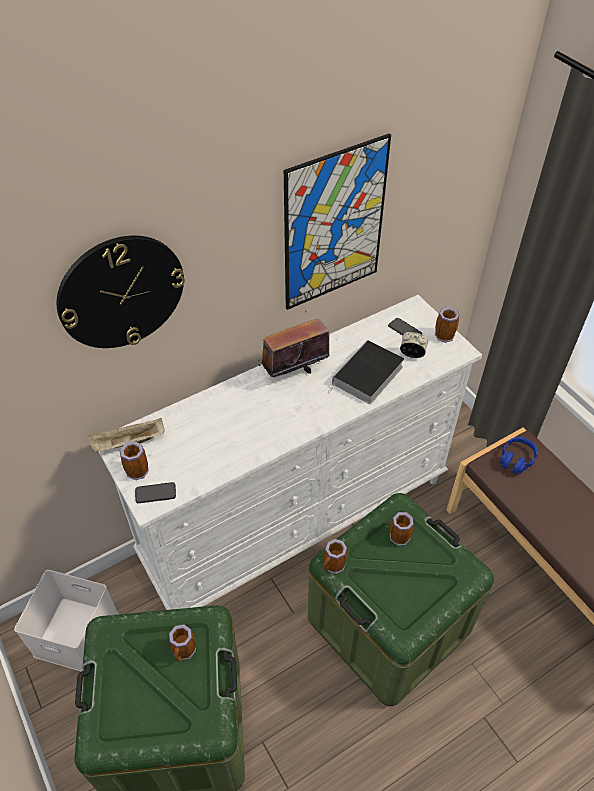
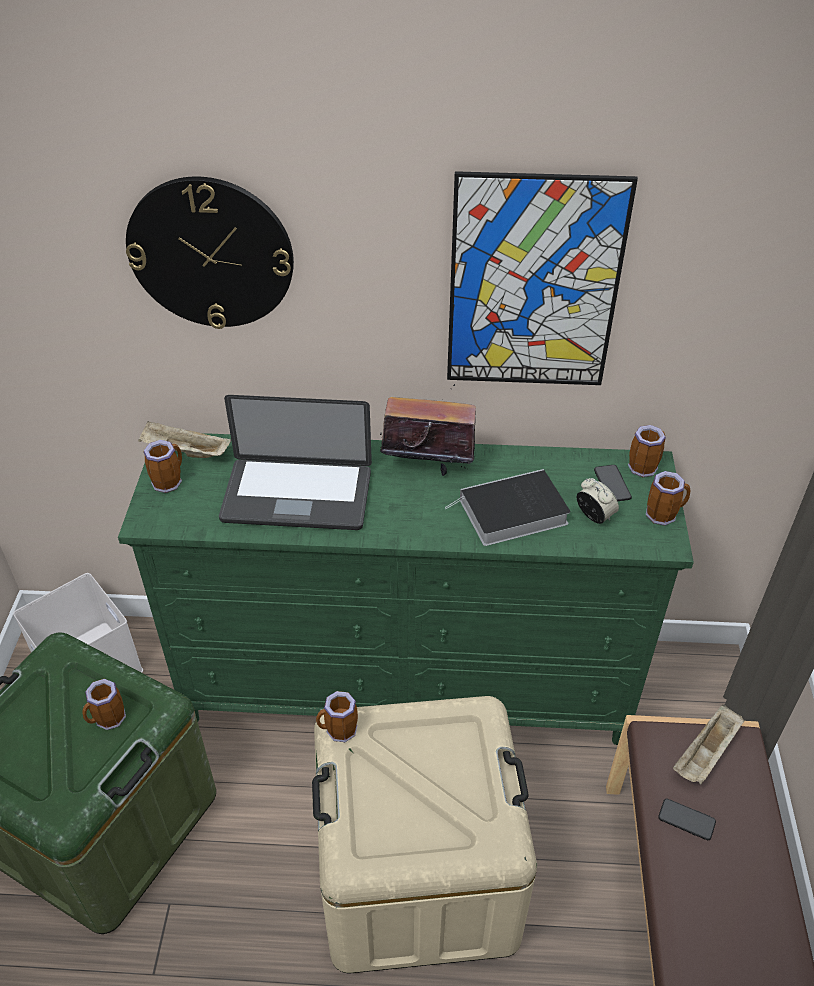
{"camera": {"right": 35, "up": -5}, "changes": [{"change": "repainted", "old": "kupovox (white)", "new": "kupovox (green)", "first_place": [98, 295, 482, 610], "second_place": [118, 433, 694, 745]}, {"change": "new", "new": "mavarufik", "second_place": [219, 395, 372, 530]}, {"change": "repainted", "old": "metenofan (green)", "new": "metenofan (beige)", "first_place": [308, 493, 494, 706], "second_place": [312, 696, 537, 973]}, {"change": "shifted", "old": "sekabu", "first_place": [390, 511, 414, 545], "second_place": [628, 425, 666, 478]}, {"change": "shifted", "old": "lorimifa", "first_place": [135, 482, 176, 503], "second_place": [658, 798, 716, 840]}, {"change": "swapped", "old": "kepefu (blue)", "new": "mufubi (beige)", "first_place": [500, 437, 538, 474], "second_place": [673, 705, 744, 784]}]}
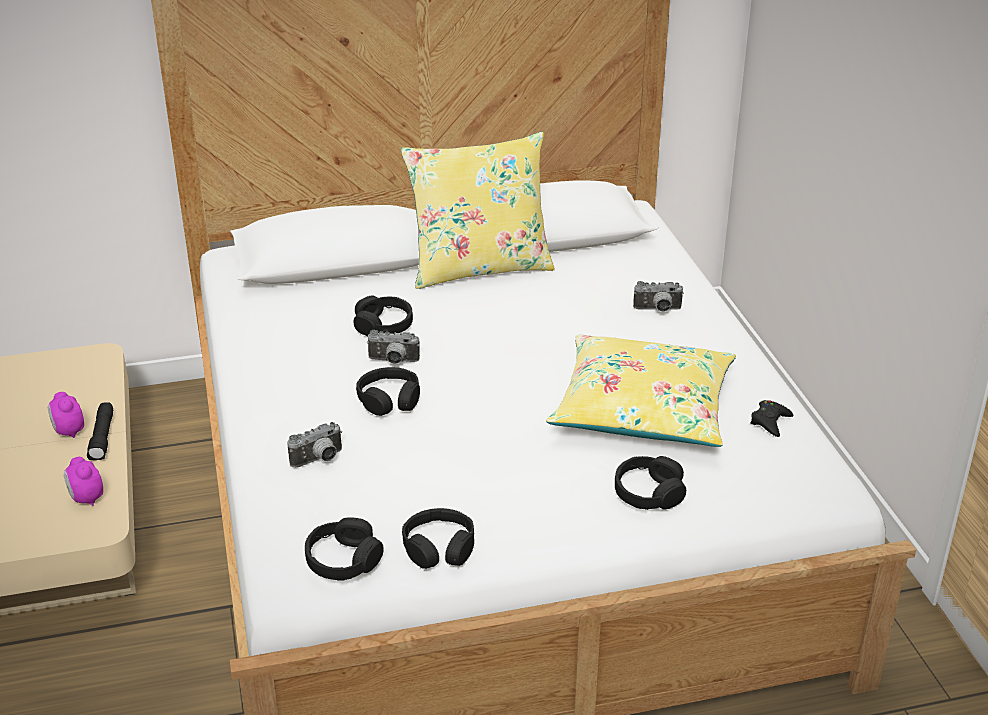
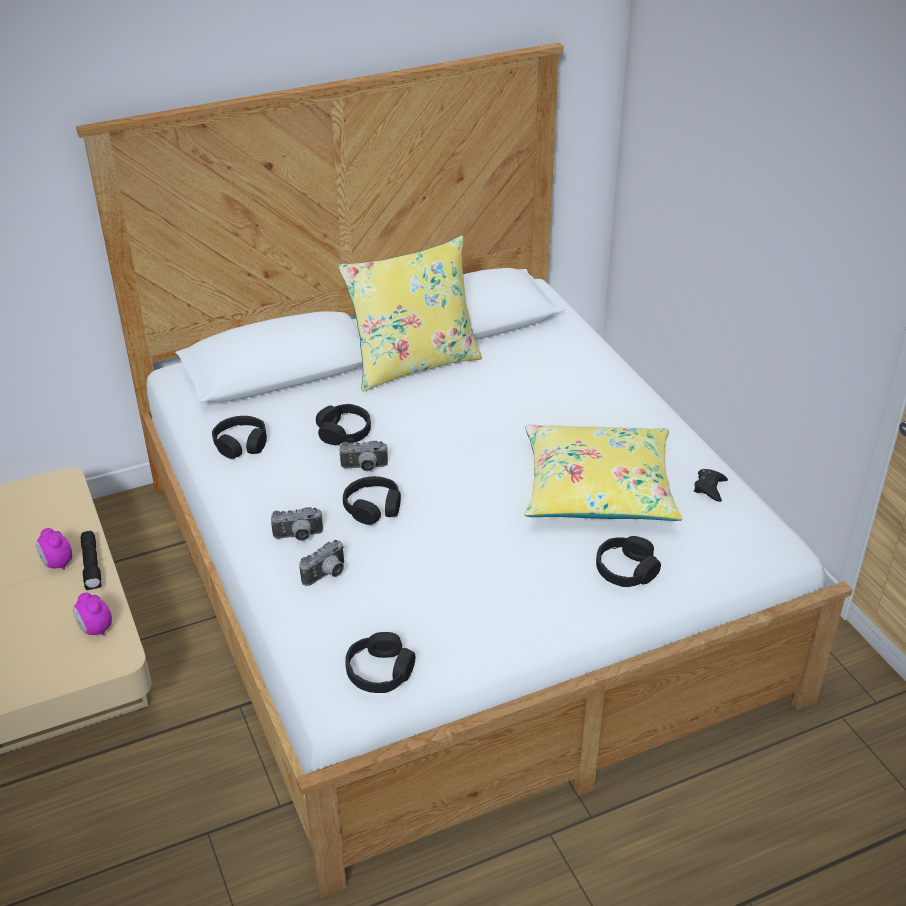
{"camera": {"right": -10, "up": 5}, "changes": [{"change": "shifted", "old": "kepefu (black)", "first_place": [402, 508, 474, 569], "second_place": [212, 416, 267, 459]}, {"change": "shifted", "old": "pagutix", "first_place": [633, 281, 684, 312], "second_place": [271, 507, 323, 541]}]}
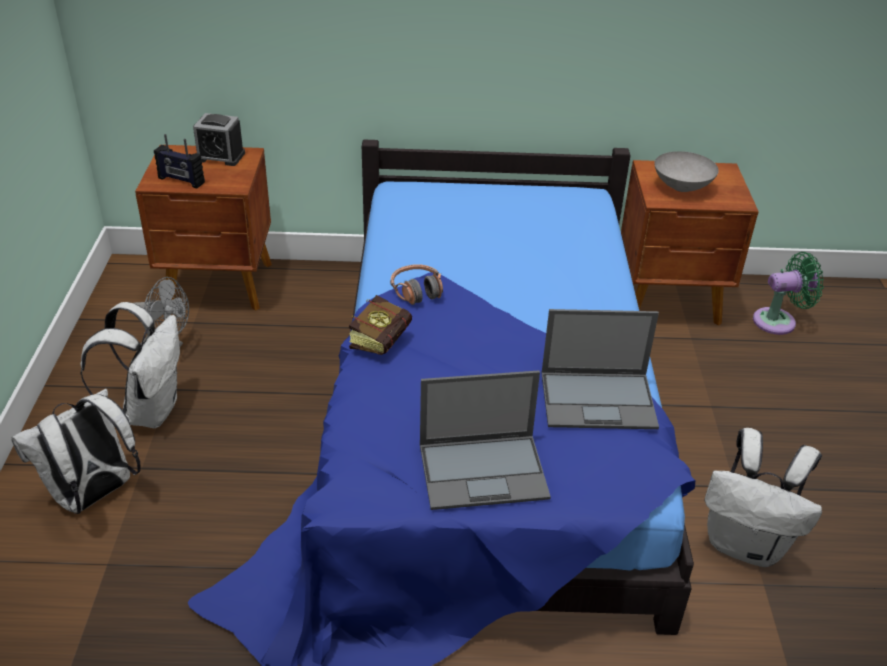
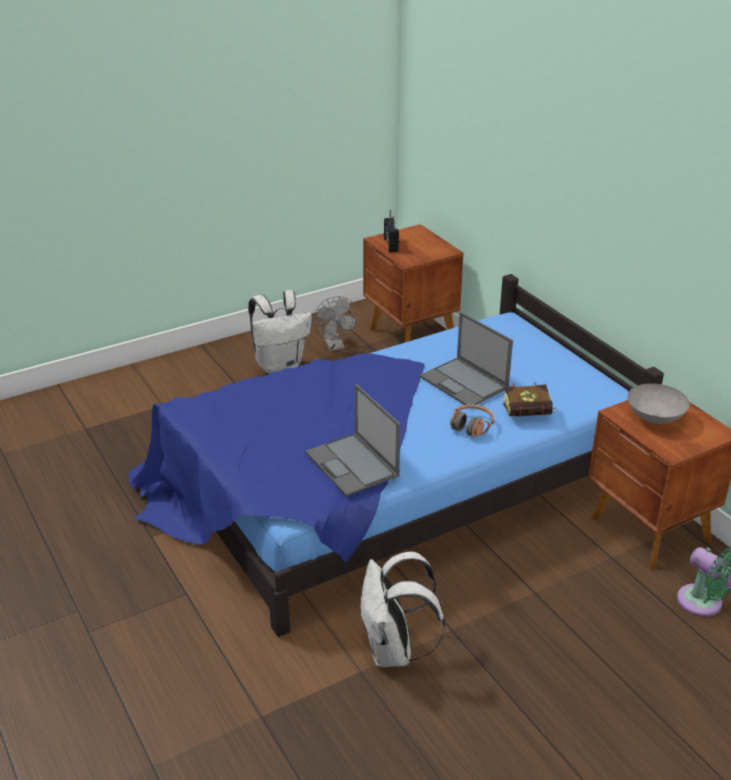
{"camera": {"right": 60, "up": -5}, "changes": [{"change": "shifted", "old": "mavarufik", "first_place": [420, 370, 551, 510], "second_place": [420, 312, 513, 405]}, {"change": "shifted", "old": "kepefu", "first_place": [390, 264, 443, 305], "second_place": [450, 404, 494, 438]}, {"change": "shifted", "old": "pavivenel", "first_place": [349, 295, 412, 355], "second_place": [503, 382, 557, 416]}, {"change": "gone", "old": "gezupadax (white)", "first_place": [11, 389, 141, 514]}, {"change": "gone", "old": "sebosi", "first_place": [193, 113, 245, 166]}]}
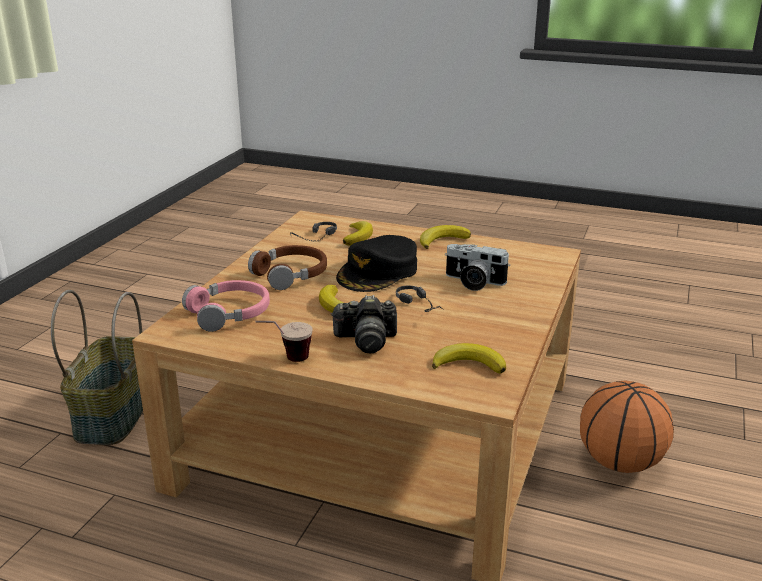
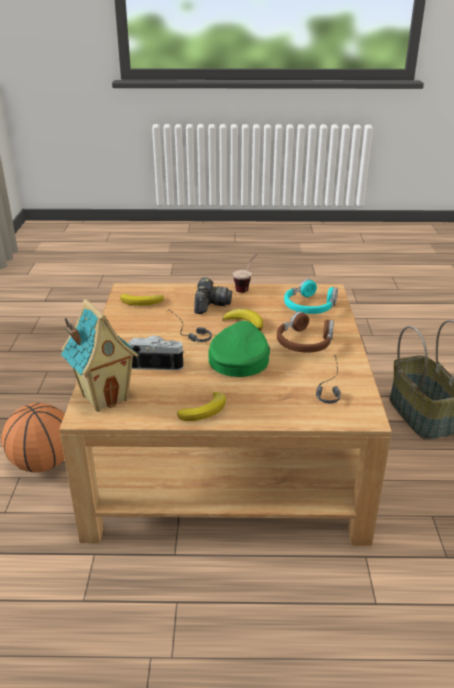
{"camera": {"right": 160, "up": 5}, "changes": [{"change": "new", "new": "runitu", "second_place": [61, 299, 138, 412]}, {"change": "rotated", "old": "pagutix", "first_place": [331, 295, 397, 353], "second_place": [194, 277, 232, 314], "degrees": 120}, {"change": "repainted", "old": "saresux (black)", "new": "saresux (green)", "first_place": [336, 235, 417, 292], "second_place": [209, 321, 270, 377]}, {"change": "repainted", "old": "kepefu (pink)", "new": "kepefu (turquoise)", "first_place": [182, 280, 270, 332], "second_place": [284, 279, 338, 314]}, {"change": "gone", "old": "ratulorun", "first_place": [343, 221, 373, 245]}]}
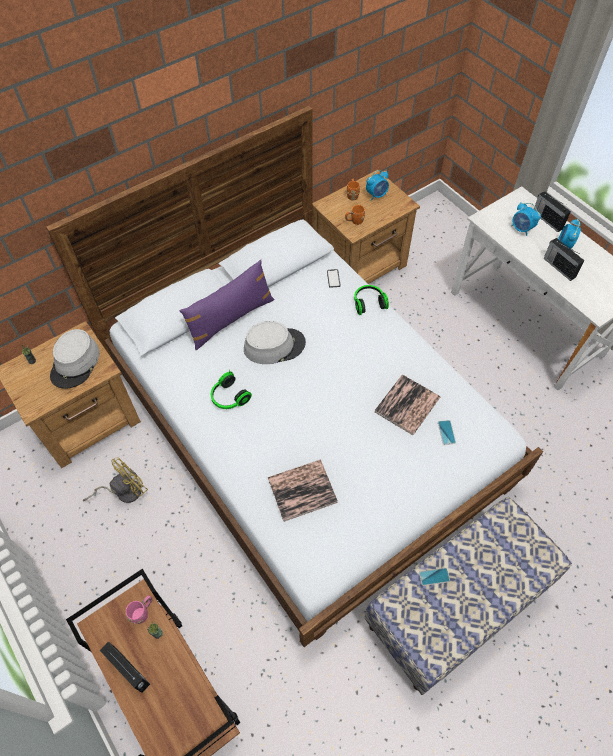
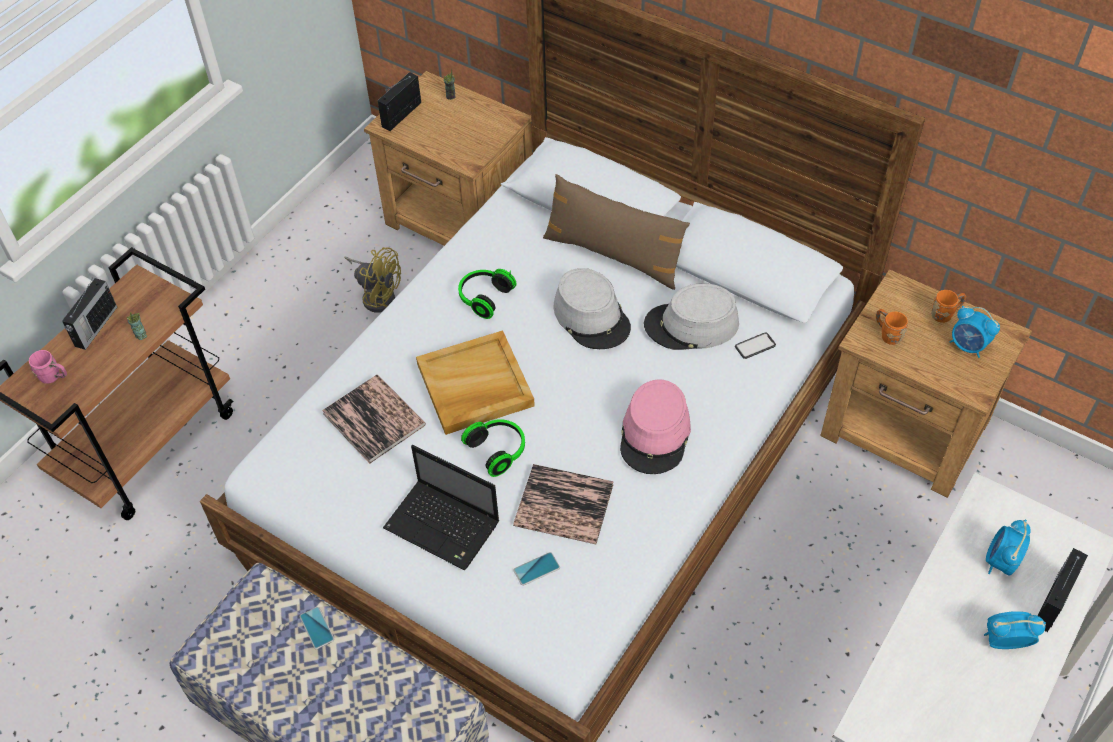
{"camera": {"right": 70, "up": -5}, "changes": [{"change": "shifted", "old": "sekabu (pink)", "first_place": [126, 595, 153, 624], "second_place": [29, 350, 67, 384]}, {"change": "shifted", "old": "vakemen", "first_place": [543, 238, 584, 281], "second_place": [378, 72, 421, 131]}, {"change": "new", "new": "mavarufik", "second_place": [383, 445, 499, 571]}, {"change": "new", "new": "mufubi (beige)", "second_place": [416, 330, 535, 435]}, {"change": "shifted", "old": "kepefu", "first_place": [354, 285, 389, 315], "second_place": [461, 419, 525, 477]}, {"change": "repainted", "old": "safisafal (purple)", "new": "safisafal (brown)", "first_place": [180, 260, 275, 351], "second_place": [543, 174, 690, 290]}, {"change": "new", "new": "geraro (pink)", "second_place": [620, 379, 691, 474]}, {"change": "shifted", "old": "geraro (grey)", "first_place": [50, 329, 99, 389], "second_place": [644, 283, 739, 350]}]}
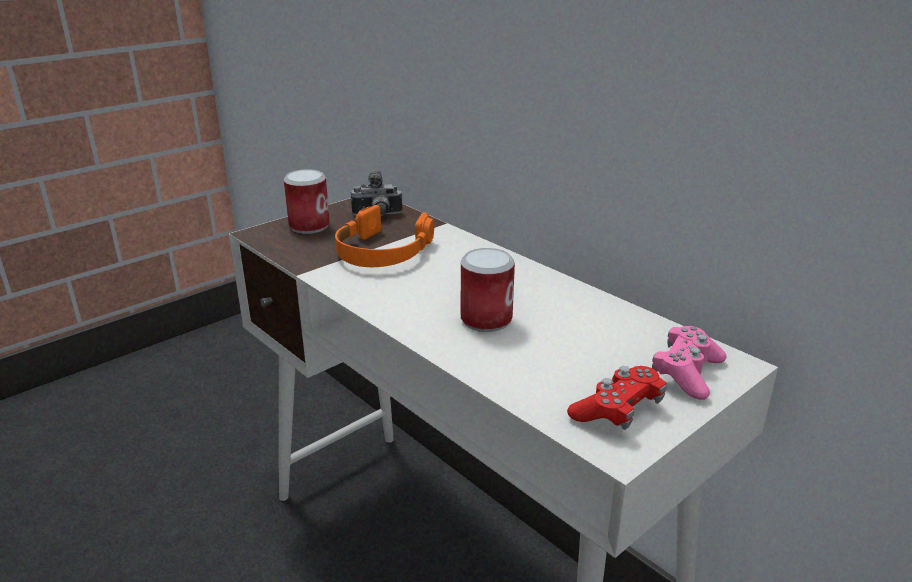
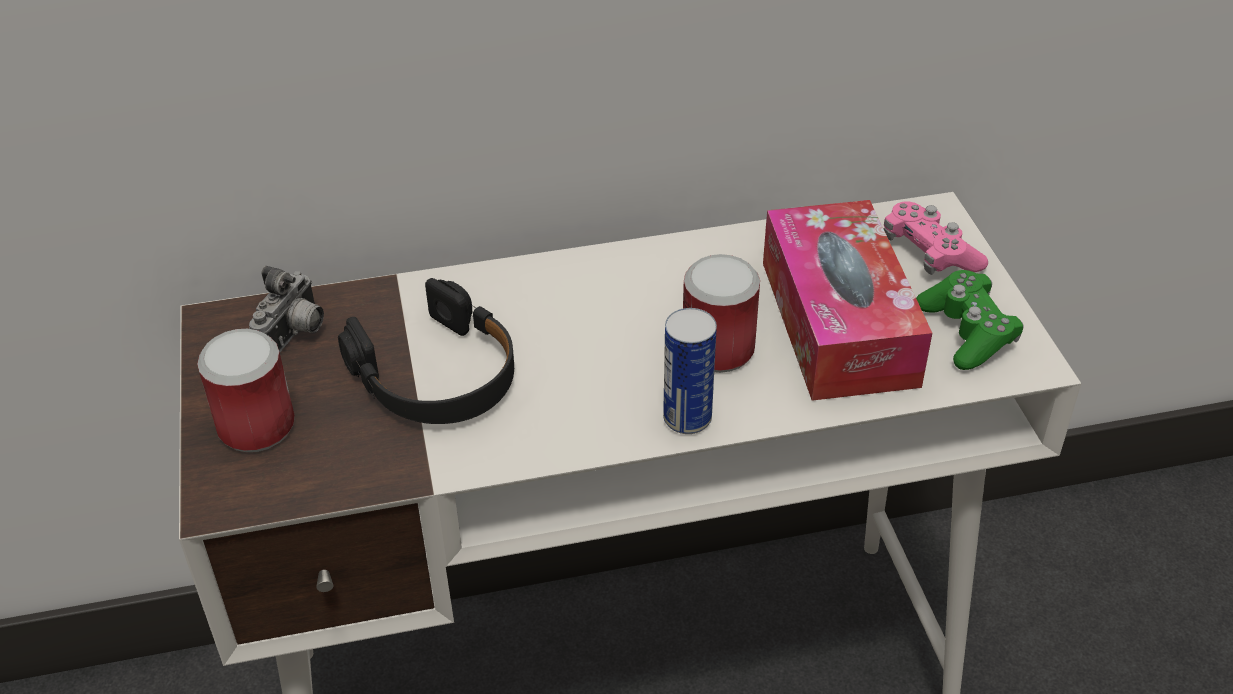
{"camera": {"right": -60, "up": 15}, "changes": [{"change": "repainted", "old": "kepefu (orange)", "new": "kepefu (black)", "first_place": [335, 205, 434, 267], "second_place": [338, 278, 514, 424]}, {"change": "new", "new": "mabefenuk", "second_place": [663, 308, 717, 434]}, {"change": "new", "new": "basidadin", "second_place": [763, 200, 932, 401]}, {"change": "repainted", "old": "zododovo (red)", "new": "zododovo (green)", "first_place": [567, 366, 667, 430], "second_place": [916, 270, 1024, 370]}]}
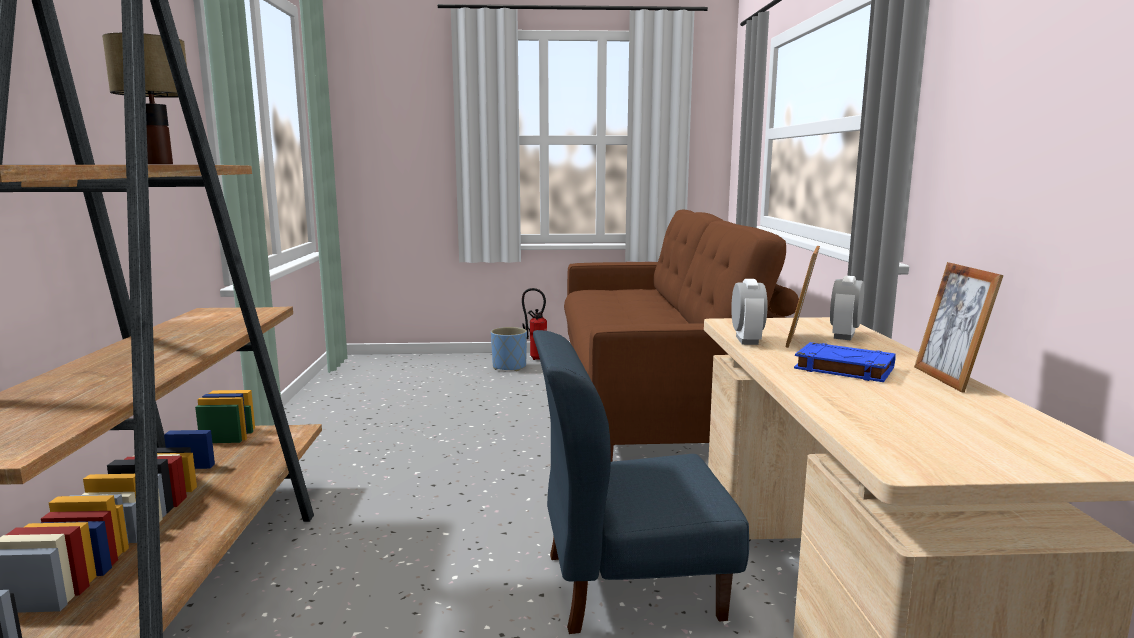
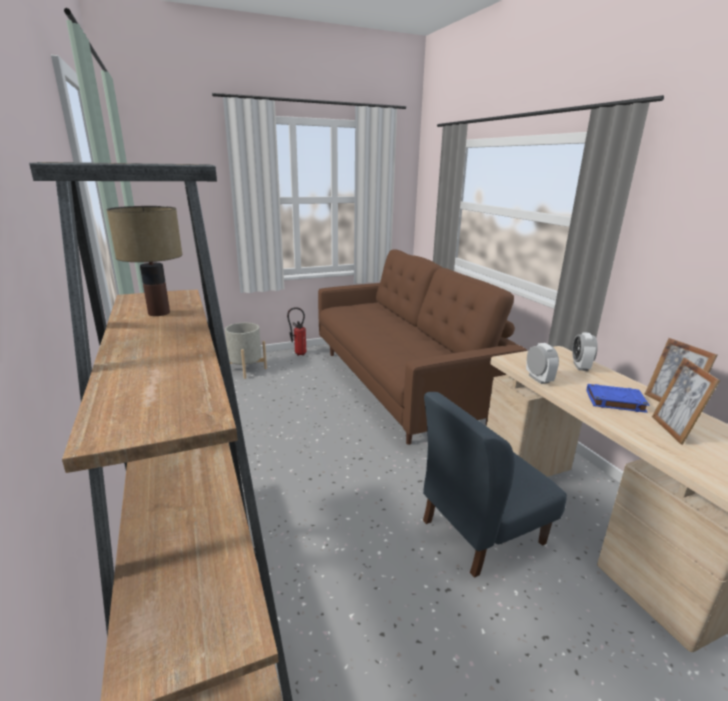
{"camera": {"right": -20, "up": 10}, "changes": [{"change": "new", "new": "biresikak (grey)", "second_place": [225, 323, 267, 379]}, {"change": "shifted", "old": "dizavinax", "first_place": [786, 246, 820, 348], "second_place": [652, 358, 720, 445]}, {"change": "gone", "old": "biresikak (blue)", "first_place": [491, 327, 527, 371]}]}
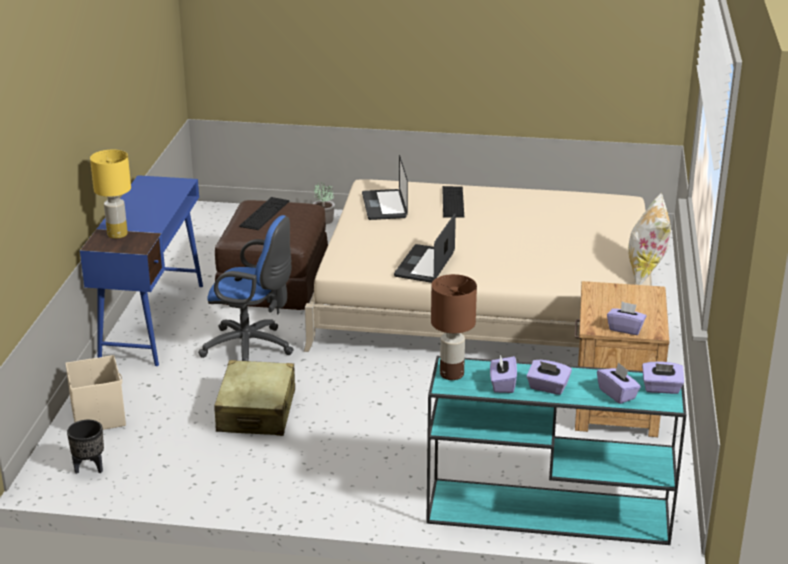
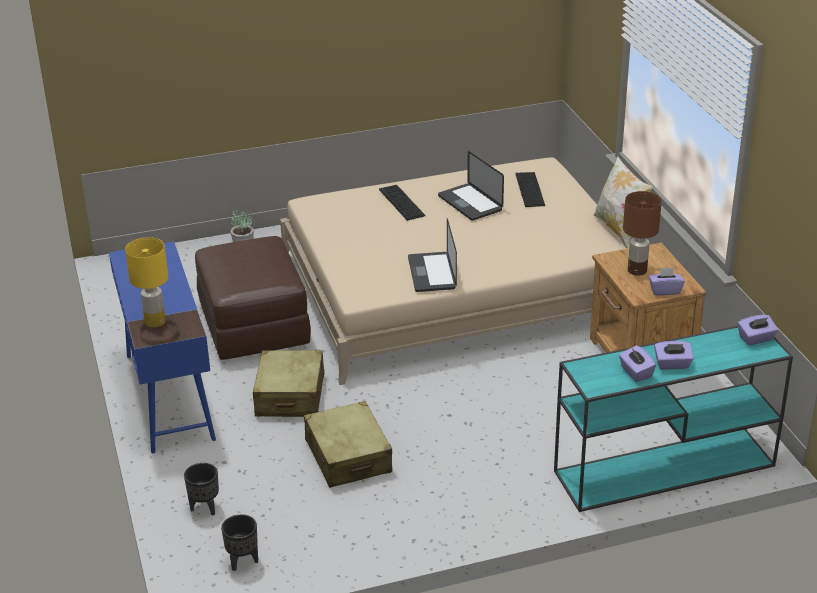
{"camera": {"right": -25, "up": 5}, "changes": [{"change": "swapped", "old": "metenofan (beige)", "new": "biresikak (black)", "first_place": [65, 355, 126, 430], "second_place": [184, 463, 219, 516]}, {"change": "swapped", "old": "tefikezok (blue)", "new": "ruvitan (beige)", "first_place": [198, 215, 294, 361], "second_place": [253, 350, 324, 417]}, {"change": "shifted", "old": "mavarufik", "first_place": [362, 155, 408, 220], "second_place": [438, 151, 504, 221]}, {"change": "shifted", "old": "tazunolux", "first_place": [239, 197, 290, 230], "second_place": [515, 172, 545, 207]}, {"change": "shifted", "old": "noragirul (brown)", "first_place": [431, 274, 477, 380], "second_place": [623, 191, 662, 276]}, {"change": "gone", "old": "basidadin (purple)", "first_place": [597, 362, 641, 404]}]}
